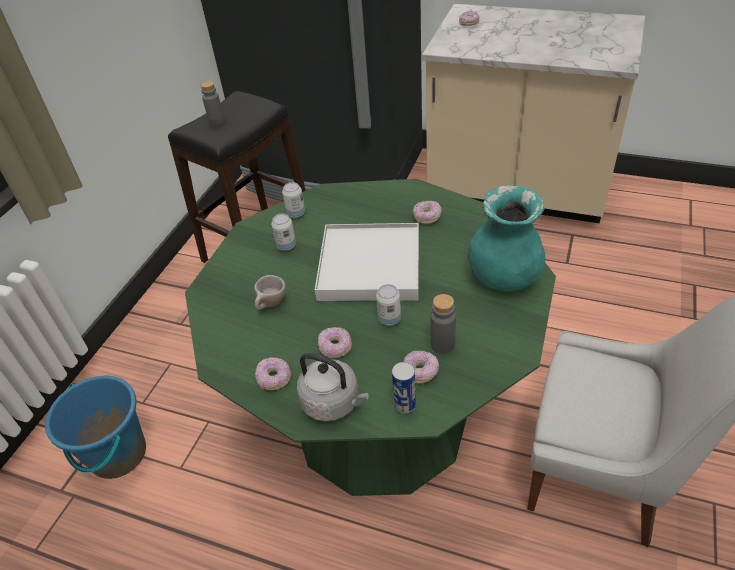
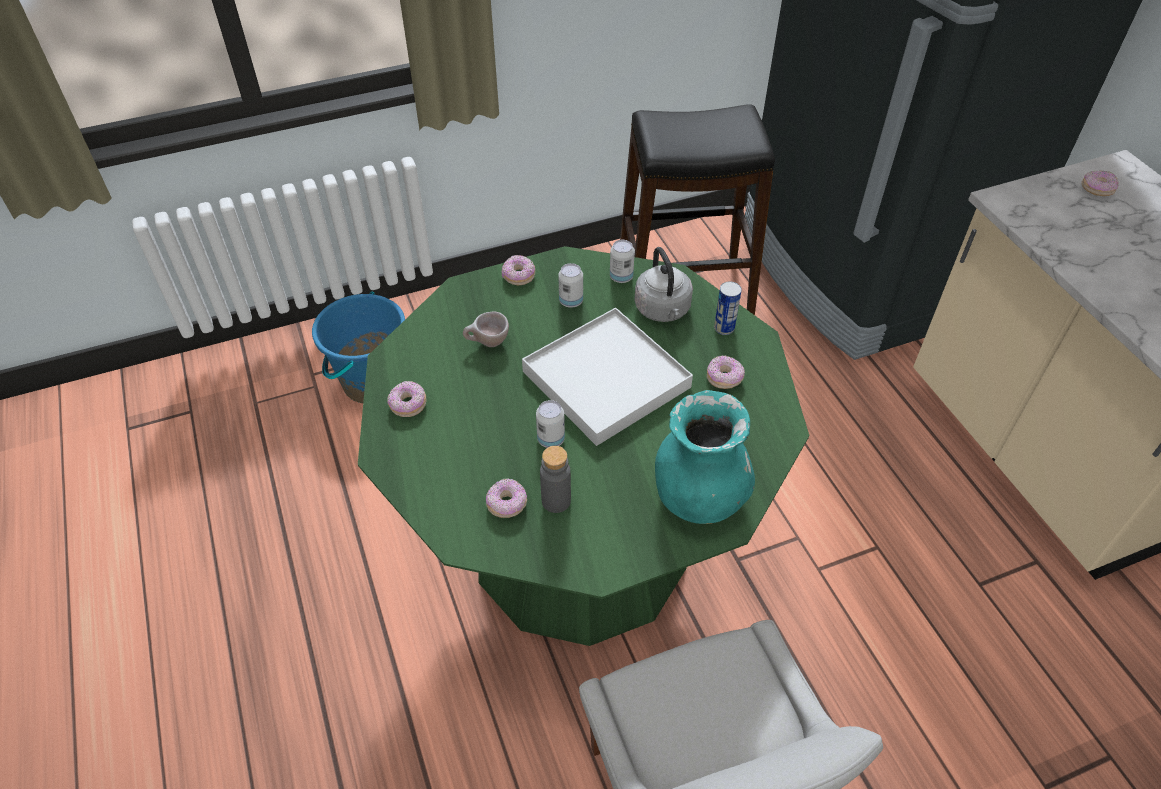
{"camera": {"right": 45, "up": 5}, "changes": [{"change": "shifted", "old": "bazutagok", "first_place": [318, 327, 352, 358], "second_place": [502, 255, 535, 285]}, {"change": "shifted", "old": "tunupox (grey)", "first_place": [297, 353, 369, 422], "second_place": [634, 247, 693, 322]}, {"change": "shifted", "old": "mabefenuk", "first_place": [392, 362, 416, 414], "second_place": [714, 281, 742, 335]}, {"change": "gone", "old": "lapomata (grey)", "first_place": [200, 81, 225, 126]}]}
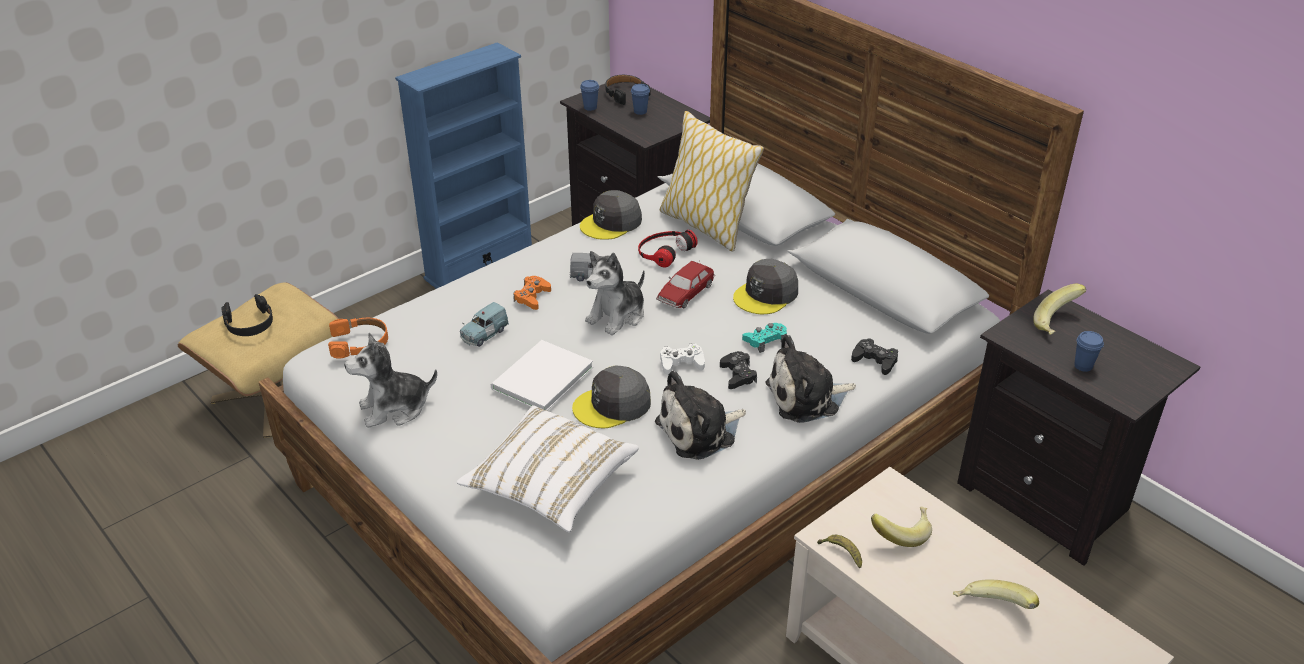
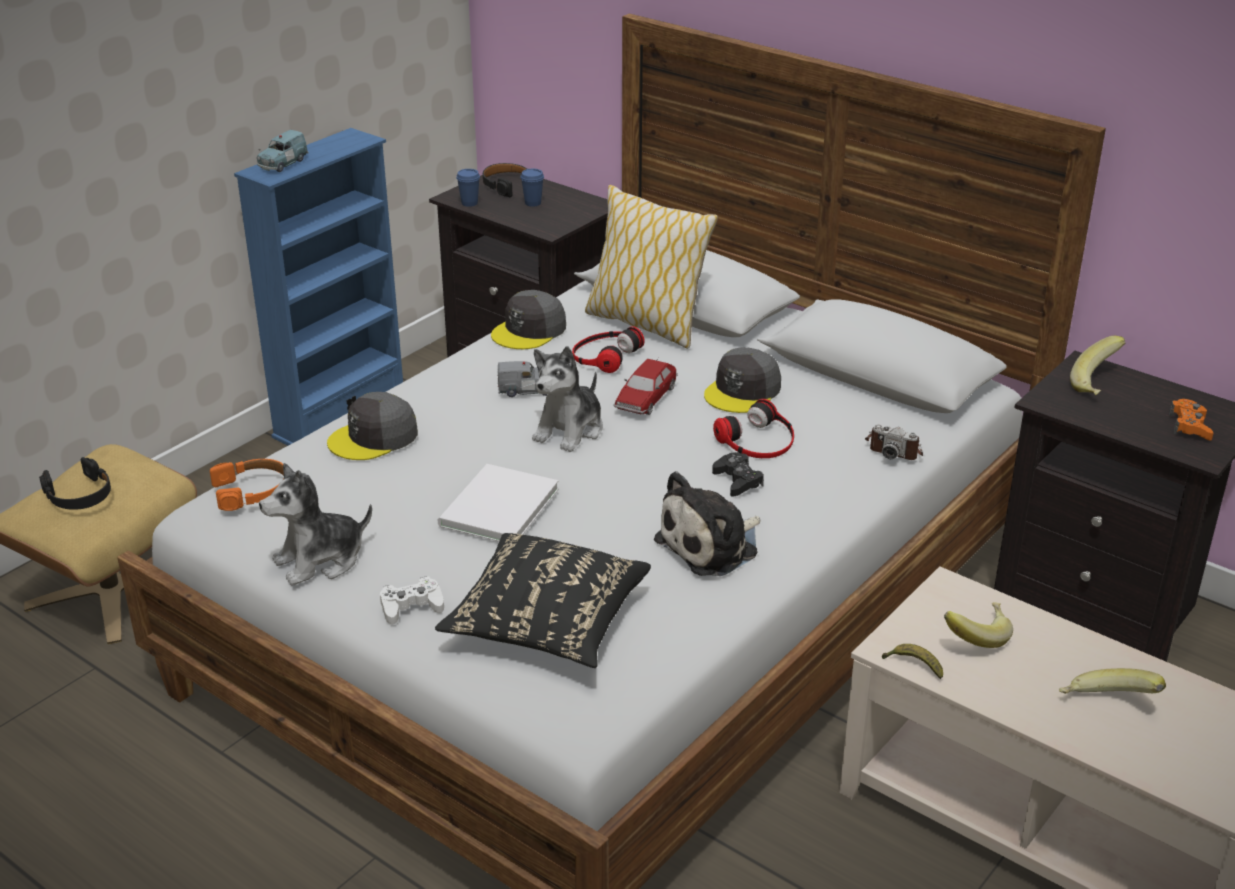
{"camera": {"right": -10, "up": -5}, "changes": [{"change": "shifted", "old": "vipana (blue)", "first_place": [460, 302, 509, 347], "second_place": [257, 130, 309, 172]}, {"change": "shifted", "old": "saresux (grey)", "first_place": [572, 366, 651, 428], "second_place": [327, 392, 418, 460]}, {"change": "shifted", "old": "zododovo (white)", "first_place": [660, 343, 705, 375], "second_place": [380, 576, 444, 625]}, {"change": "repainted", "old": "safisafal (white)", "new": "safisafal (black)", "first_place": [457, 405, 639, 532], "second_place": [435, 533, 651, 668]}, {"change": "swapped", "old": "zododovo (turquoise)", "new": "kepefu", "first_place": [742, 323, 787, 353], "second_place": [713, 399, 794, 458]}, {"change": "swapped", "old": "zododovo (black)", "new": "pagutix", "first_place": [851, 338, 898, 375], "second_place": [865, 424, 923, 460]}, {"change": "shifted", "old": "zododovo (orange)", "first_place": [513, 276, 551, 310], "second_place": [1169, 399, 1214, 441]}, {"change": "gone", "old": "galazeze", "first_place": [765, 335, 856, 423]}, {"change": "gone", "old": "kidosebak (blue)", "first_place": [1074, 331, 1104, 372]}]}
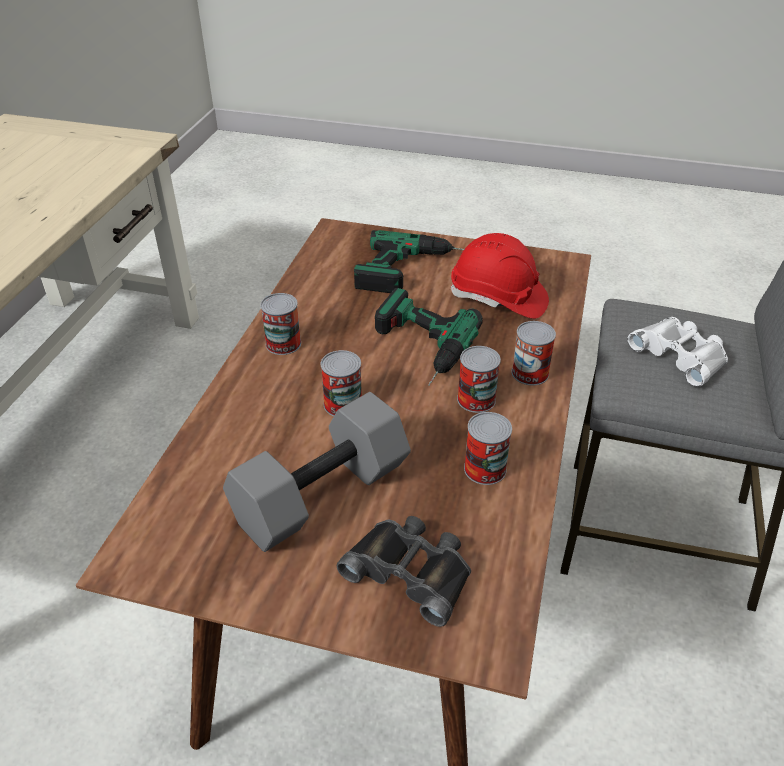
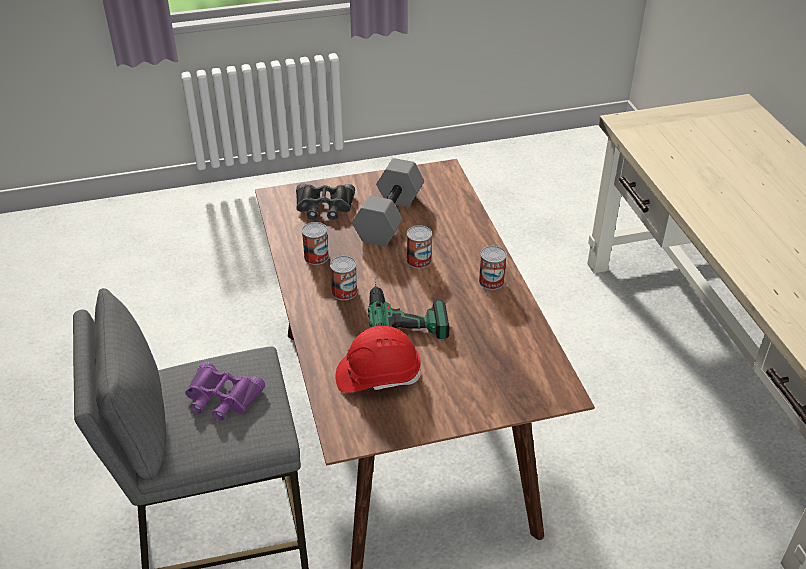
{"camera": {"right": 150, "up": 0}, "changes": [{"change": "repainted", "old": "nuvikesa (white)", "new": "nuvikesa (purple)", "first_place": [627, 317, 728, 387], "second_place": [185, 361, 265, 421]}, {"change": "gone", "old": "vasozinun", "first_place": [354, 230, 464, 293]}, {"change": "gone", "old": "mabefenuk", "first_place": [512, 321, 556, 386]}]}
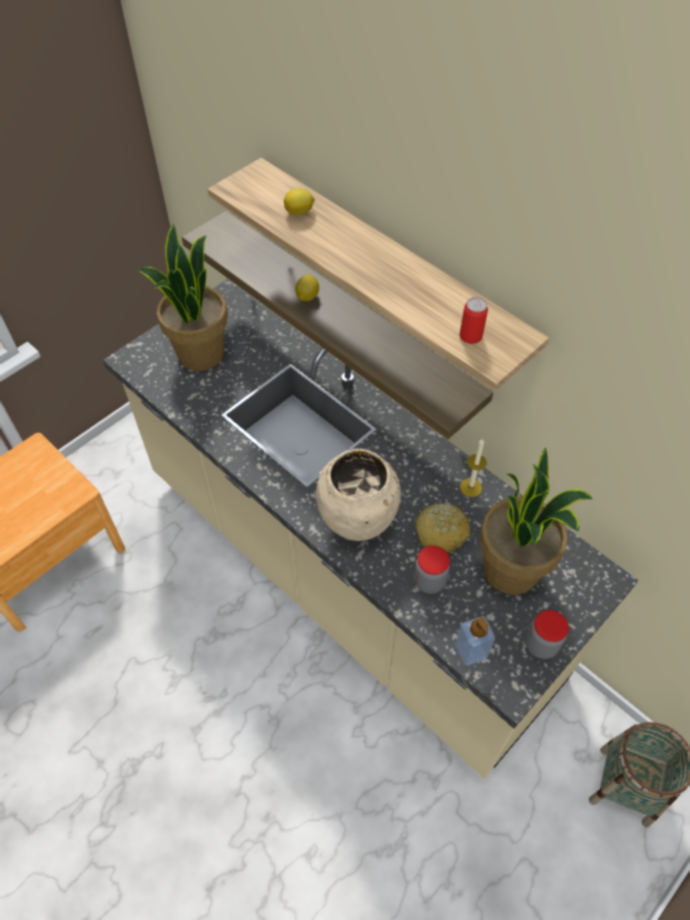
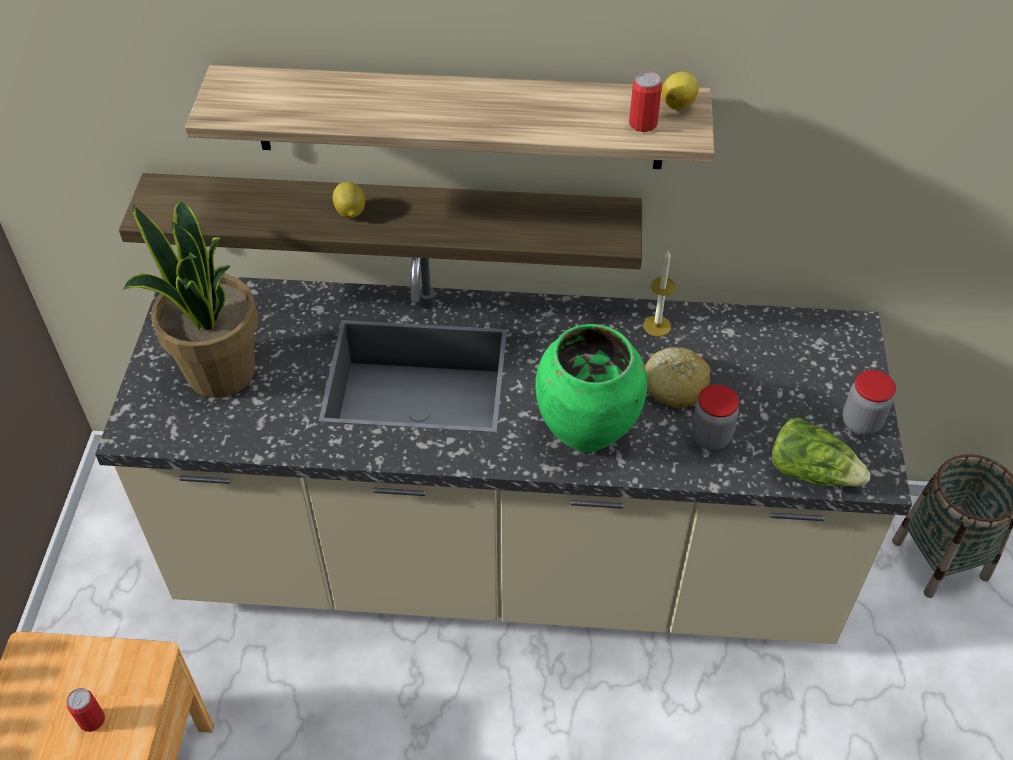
{"camera": {"right": -40, "up": -5}, "changes": [{"change": "new", "new": "mabefenuk", "second_place": [67, 688, 105, 732]}, {"change": "repainted", "old": "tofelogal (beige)", "new": "tofelogal (green)", "first_place": [316, 449, 401, 541], "second_place": [535, 324, 647, 452]}, {"change": "shifted", "old": "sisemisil", "first_place": [284, 188, 315, 216], "second_place": [662, 72, 699, 110]}, {"change": "swapped", "old": "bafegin", "new": "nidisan", "first_place": [456, 617, 495, 665], "second_place": [772, 418, 871, 487]}, {"change": "gone", "old": "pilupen", "first_place": [479, 448, 592, 595]}]}
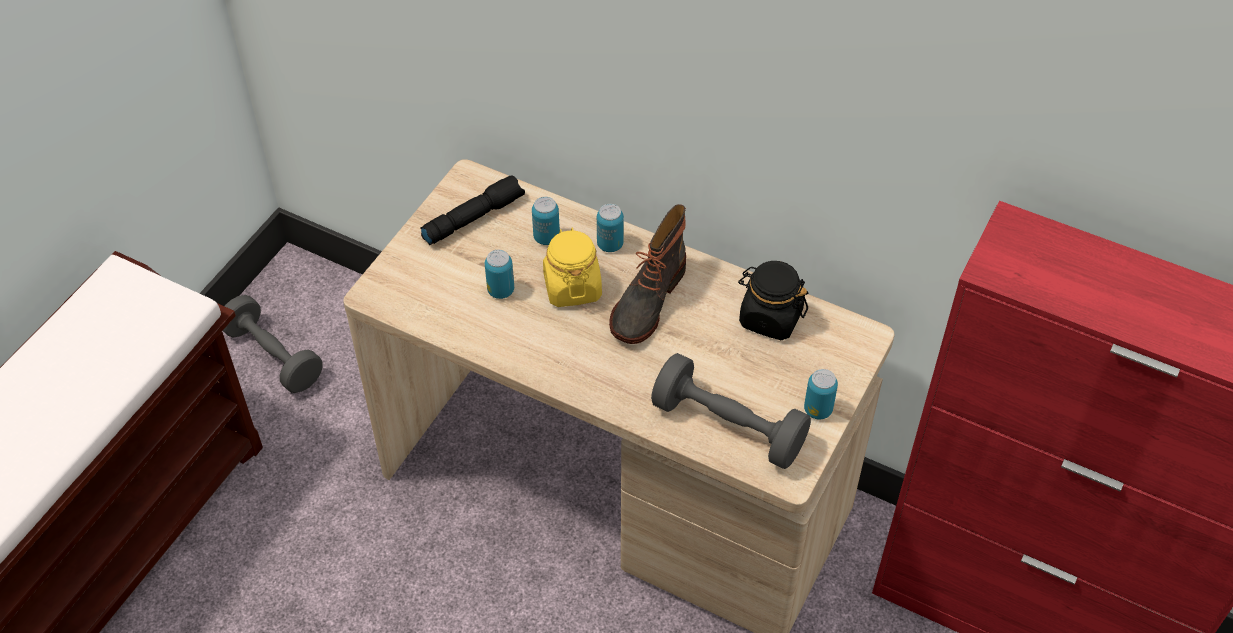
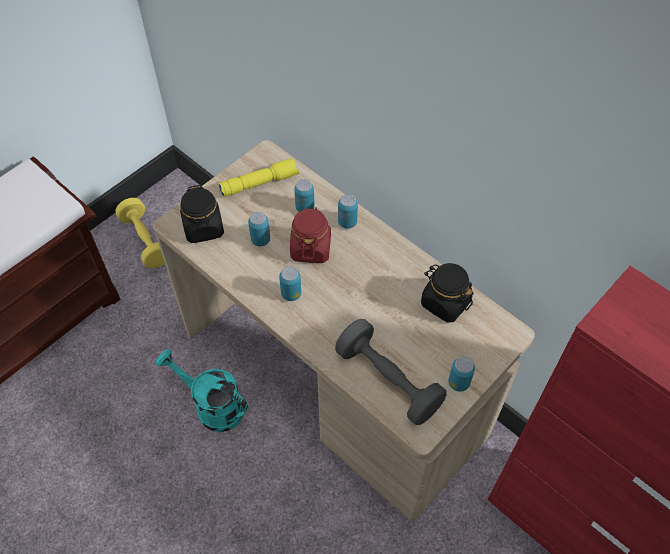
{"camera": {"right": 15, "up": 5}, "changes": [{"change": "repainted", "old": "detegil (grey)", "new": "detegil (yellow)", "first_place": [223, 295, 322, 393], "second_place": [115, 198, 165, 268]}, {"change": "new", "new": "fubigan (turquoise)", "second_place": [156, 349, 248, 432]}, {"change": "new", "new": "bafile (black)", "second_place": [180, 185, 224, 243]}, {"change": "repainted", "old": "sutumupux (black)", "new": "sutumupux (yellow)", "first_place": [420, 175, 525, 245], "second_place": [218, 159, 299, 197]}, {"change": "new", "new": "mabefenuk", "second_place": [279, 266, 301, 301]}, {"change": "repainted", "old": "bafile (yellow)", "new": "bafile (red)", "first_place": [543, 228, 602, 307], "second_place": [290, 206, 331, 263]}, {"change": "gone", "old": "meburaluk", "first_place": [609, 204, 686, 344]}]}
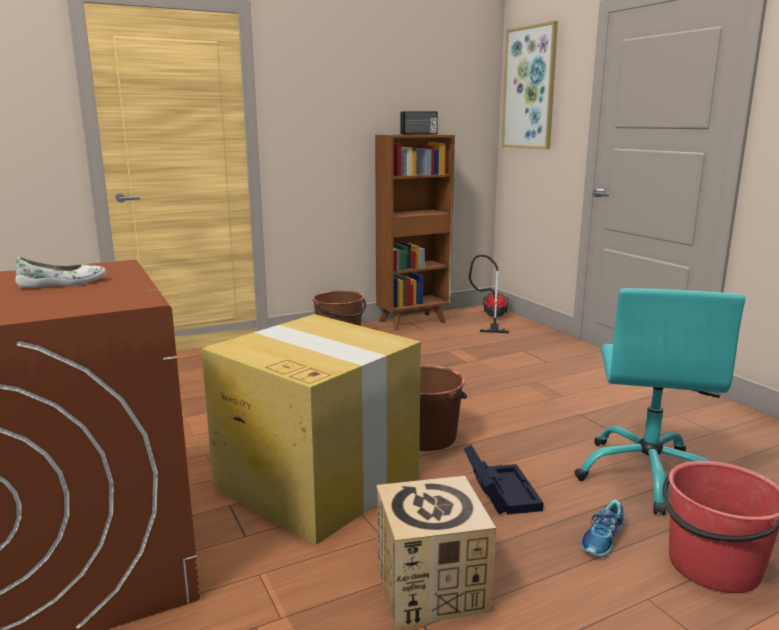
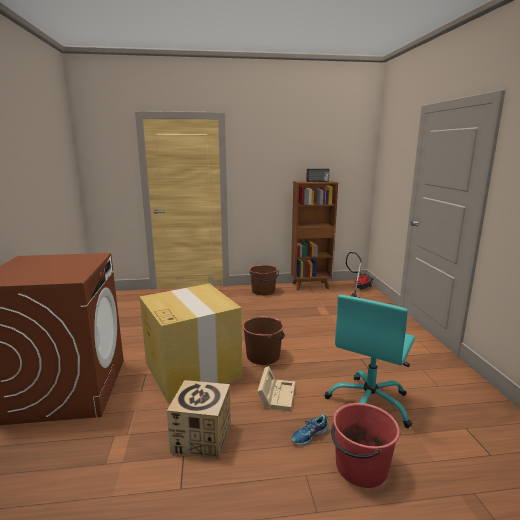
{"camera": {"right": 20, "up": 0}, "changes": [{"change": "repainted", "old": "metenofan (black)", "new": "metenofan (beige)", "first_place": [464, 445, 544, 515], "second_place": [257, 366, 295, 411]}, {"change": "gone", "old": "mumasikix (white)", "first_place": [15, 257, 106, 288]}, {"change": "gone", "old": "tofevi", "first_place": [502, 21, 558, 149]}]}
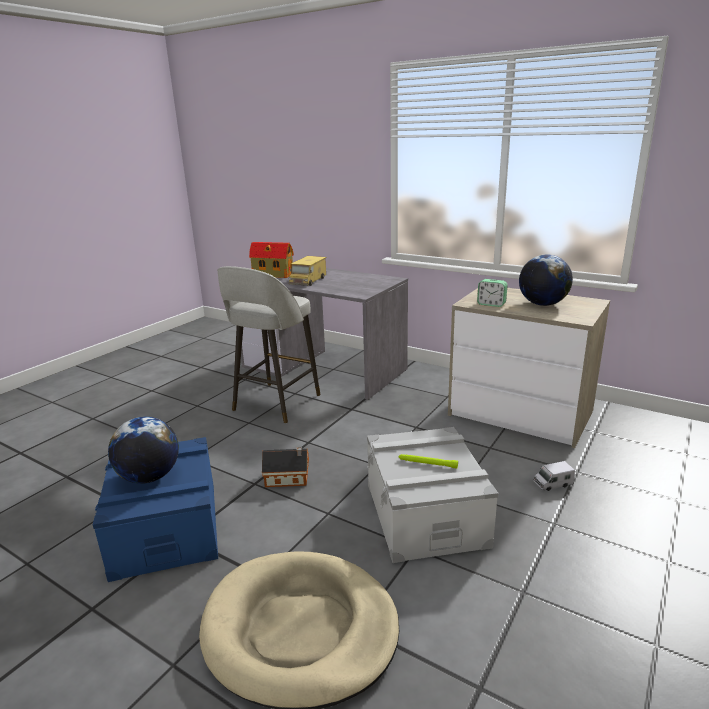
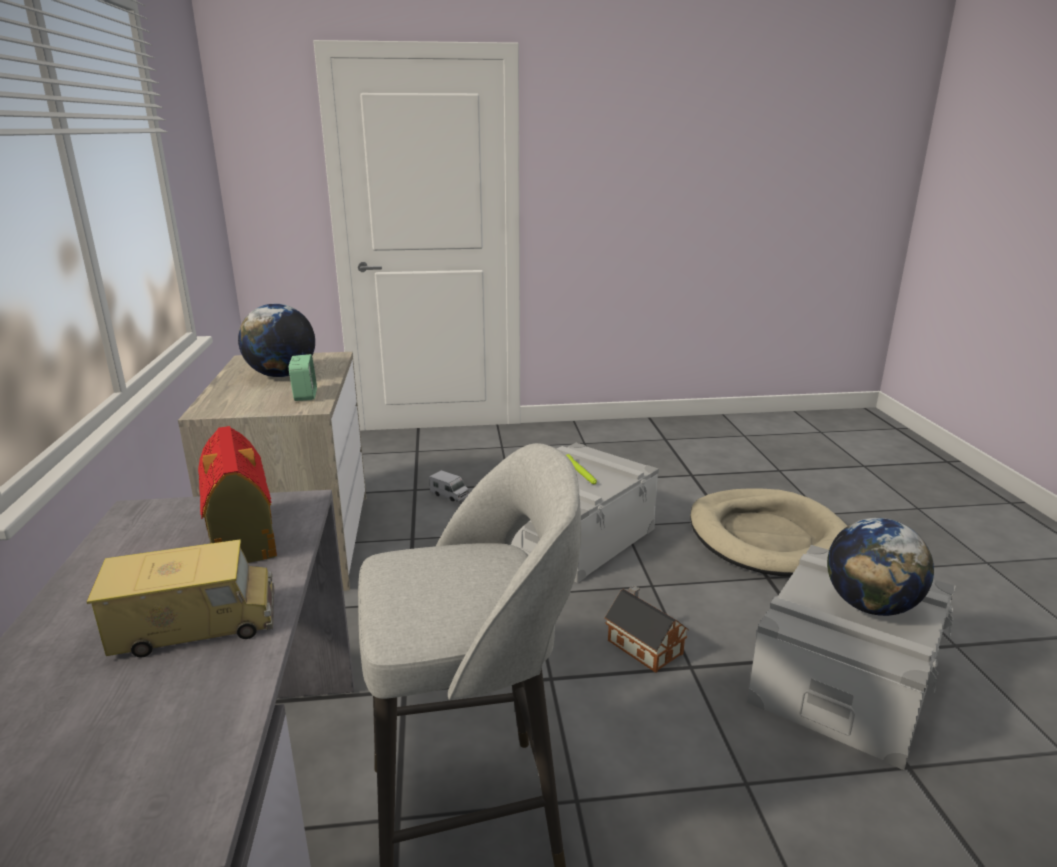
{"camera": {"right": -130, "up": 0}, "changes": [{"change": "shifted", "old": "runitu", "first_place": [249, 242, 294, 278], "second_place": [198, 426, 277, 563]}, {"change": "repainted", "old": "metenofan (blue)", "new": "metenofan (grey)", "first_place": [93, 437, 218, 582], "second_place": [747, 545, 955, 770]}]}
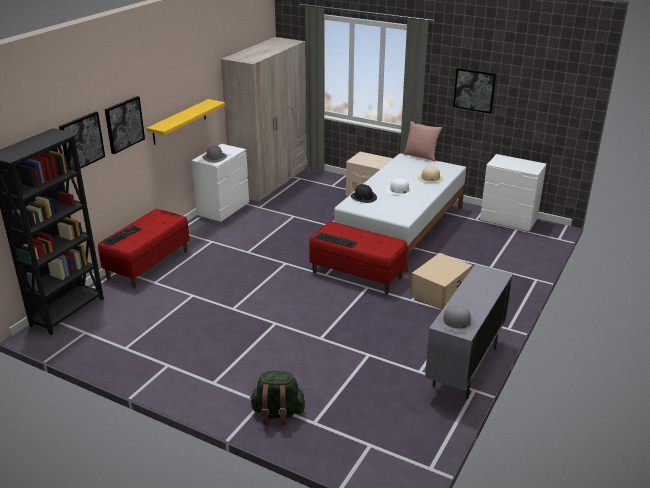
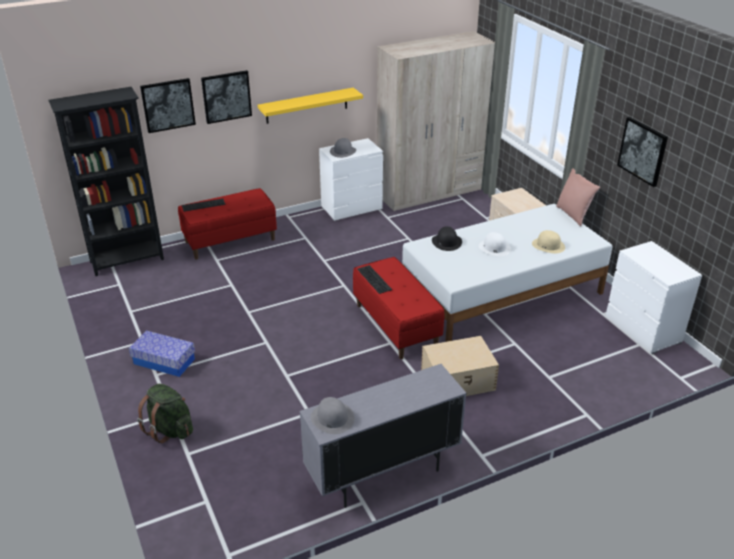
{"camera": {"right": 35, "up": 5}, "changes": [{"change": "new", "new": "metenofan", "second_place": [129, 330, 195, 377]}]}
